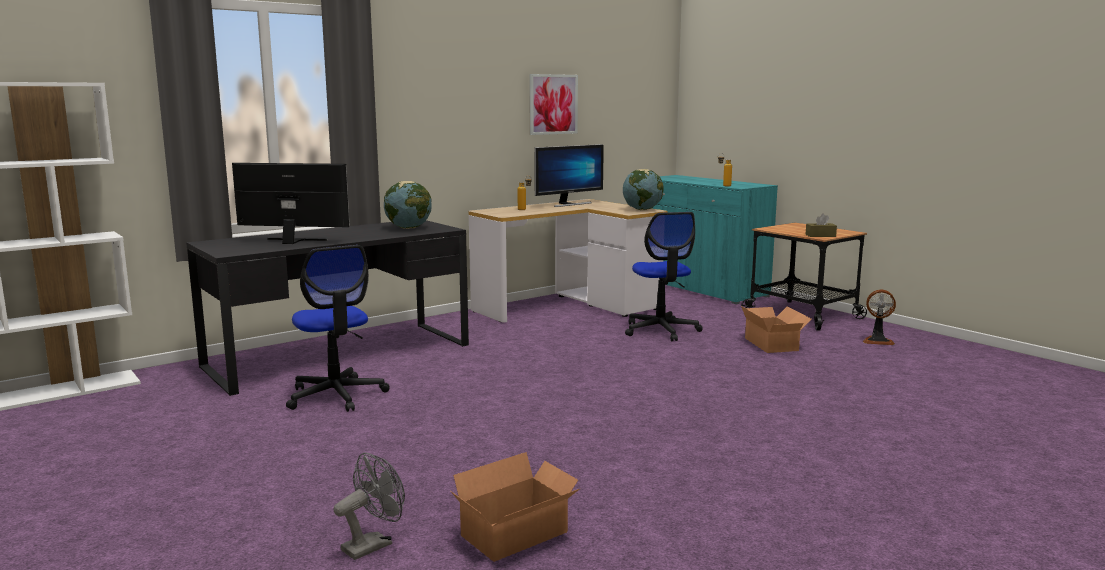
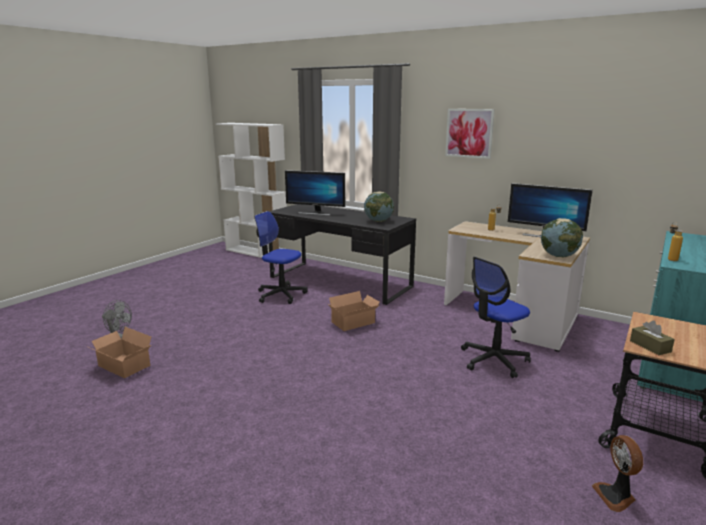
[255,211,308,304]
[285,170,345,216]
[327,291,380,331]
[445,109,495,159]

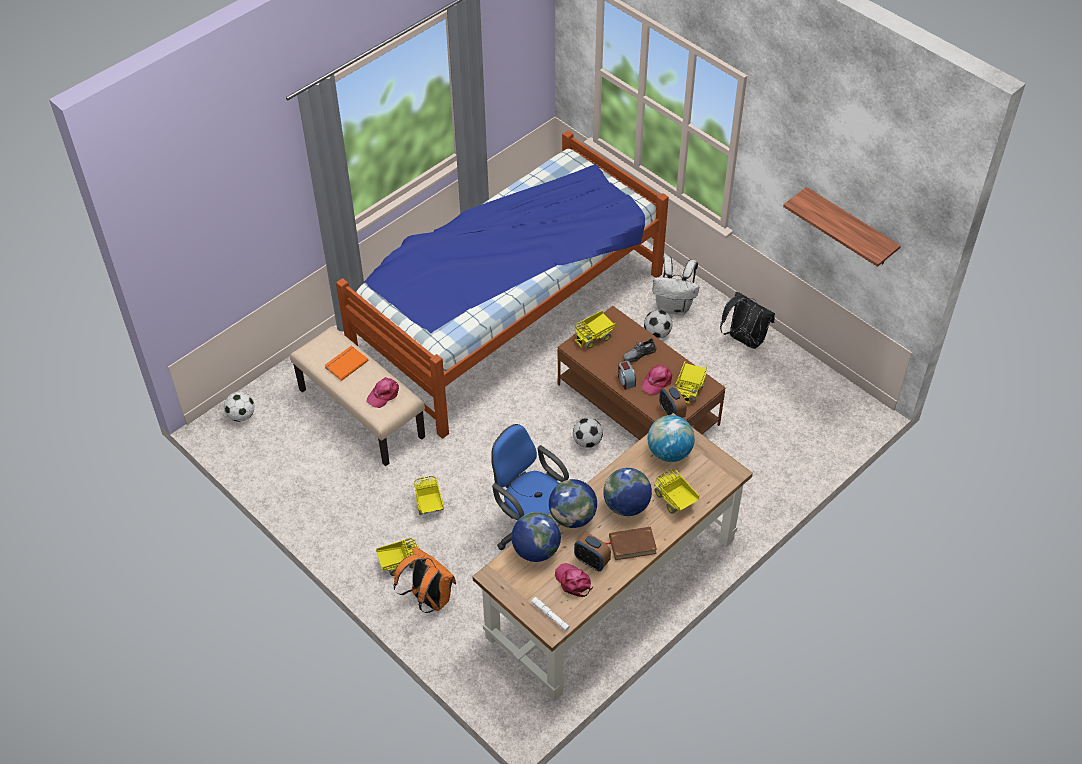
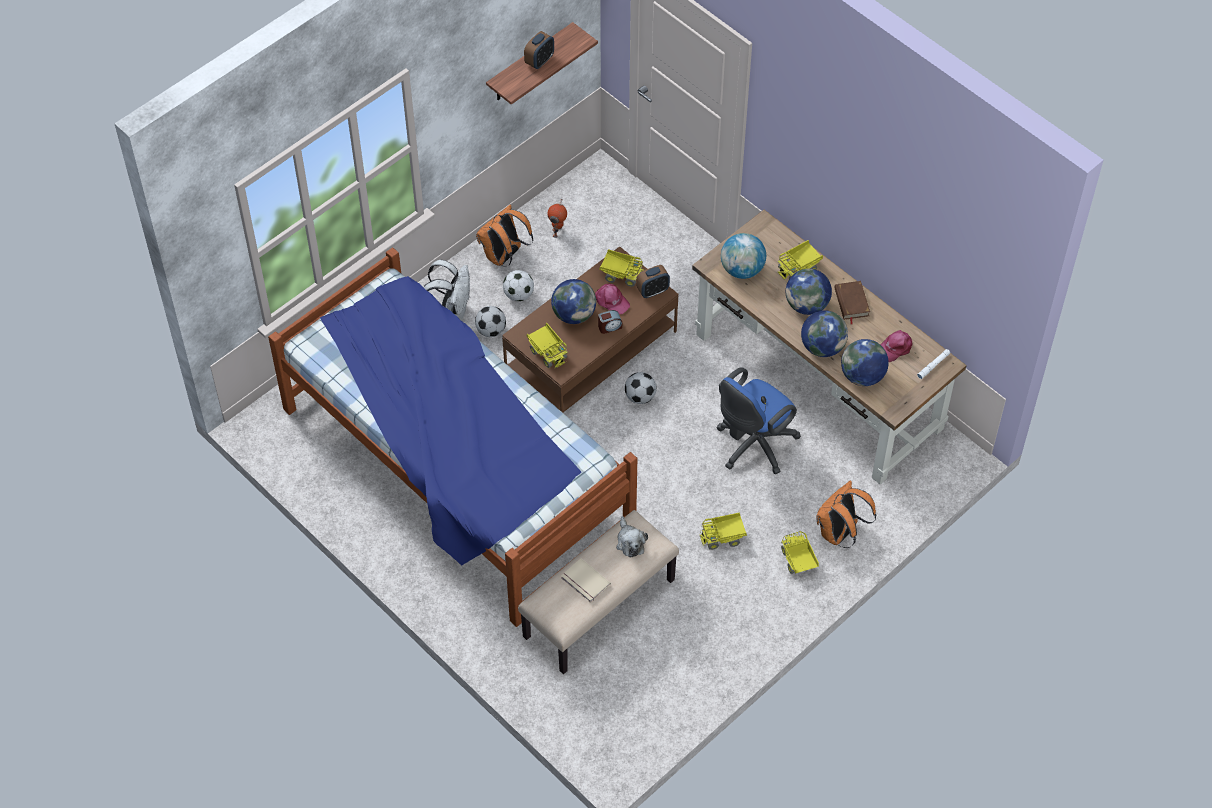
[476,205,533,267]
[503,270,534,301]
[524,31,554,69]
[548,200,567,238]
[551,279,596,324]
[561,558,611,603]
[616,516,648,558]

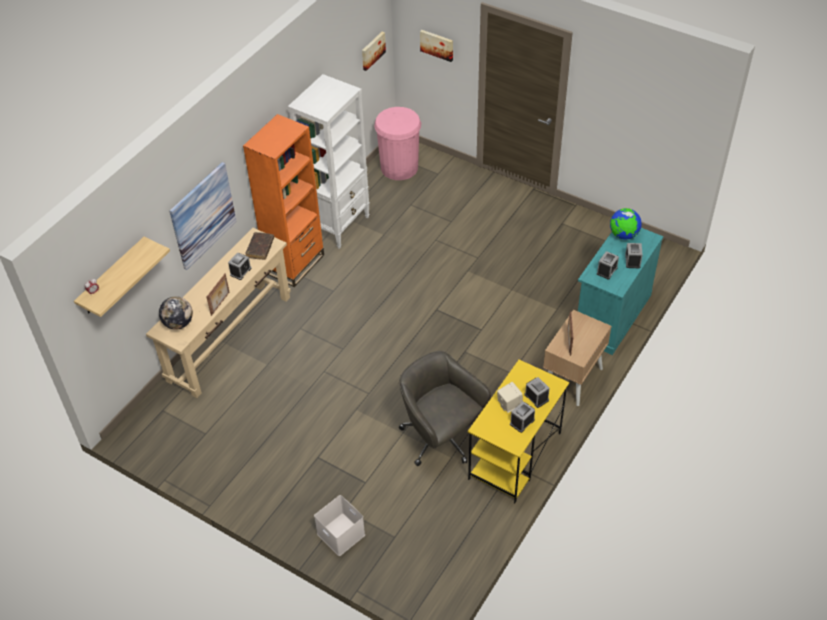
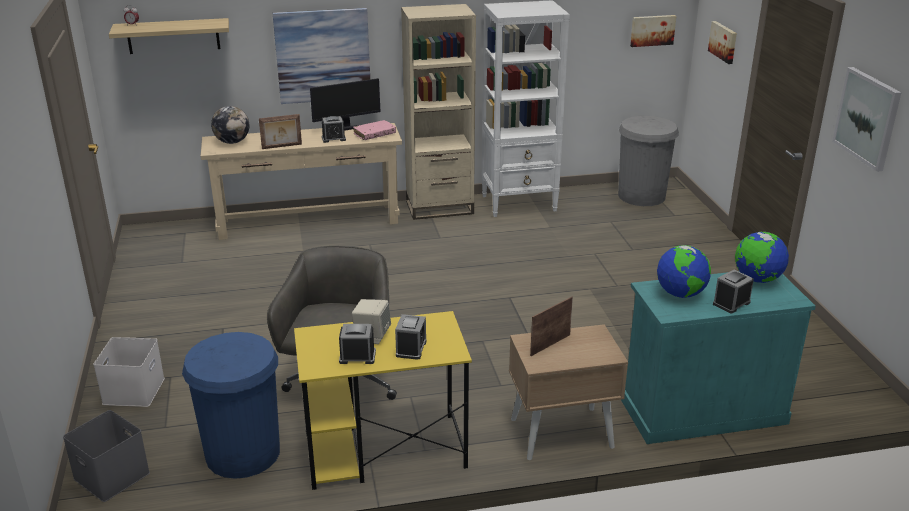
[63,410,150,502]
[182,332,280,479]
[310,78,380,131]
[353,120,396,140]
[401,4,476,220]
[618,116,679,206]
[657,245,711,298]
[832,67,902,172]

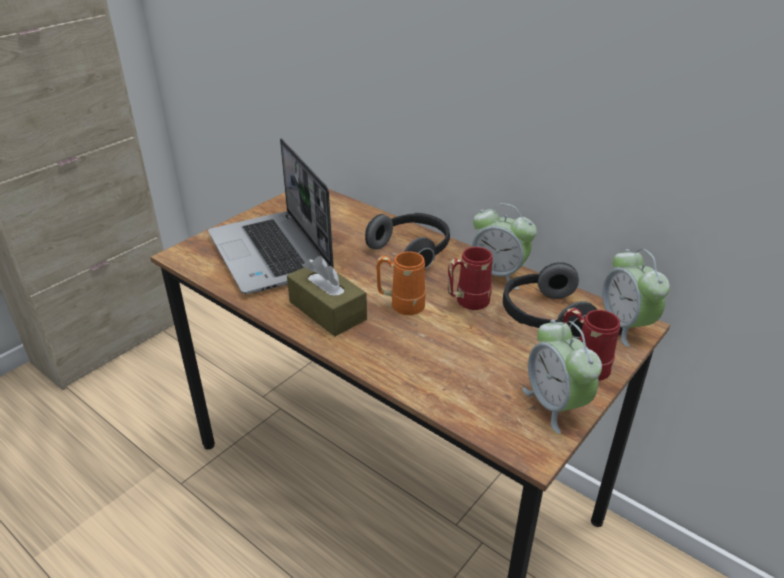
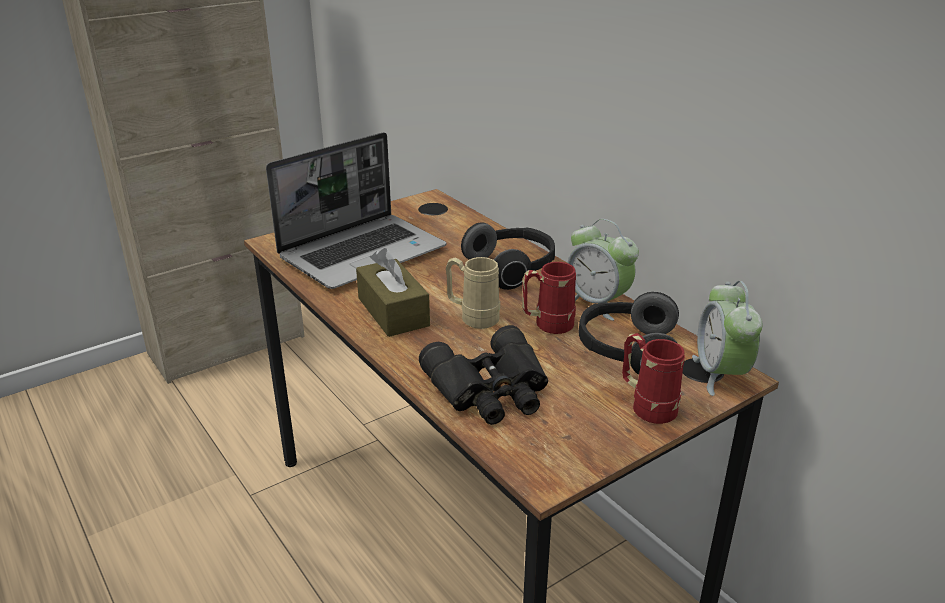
[266,132,446,289]
[419,325,548,425]
[446,257,500,329]
[522,319,602,434] (first image)

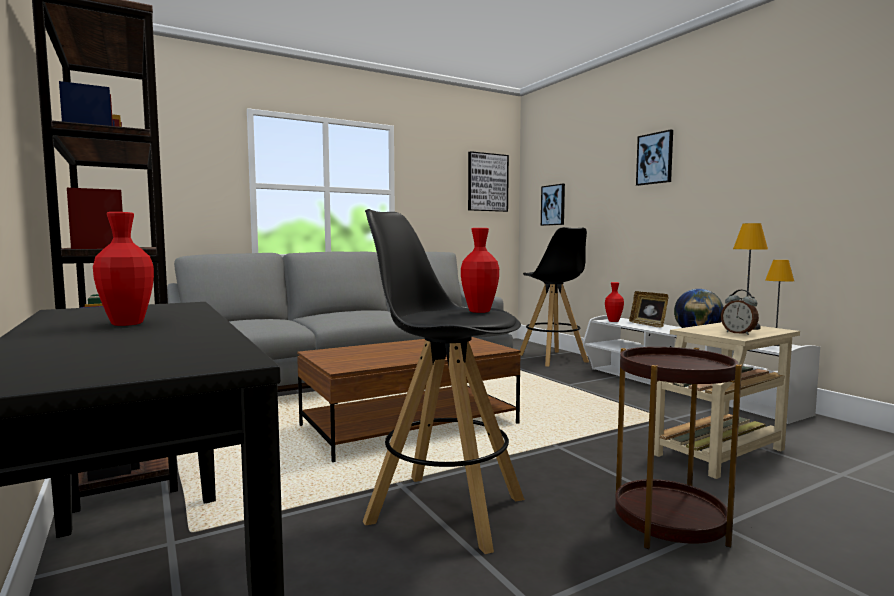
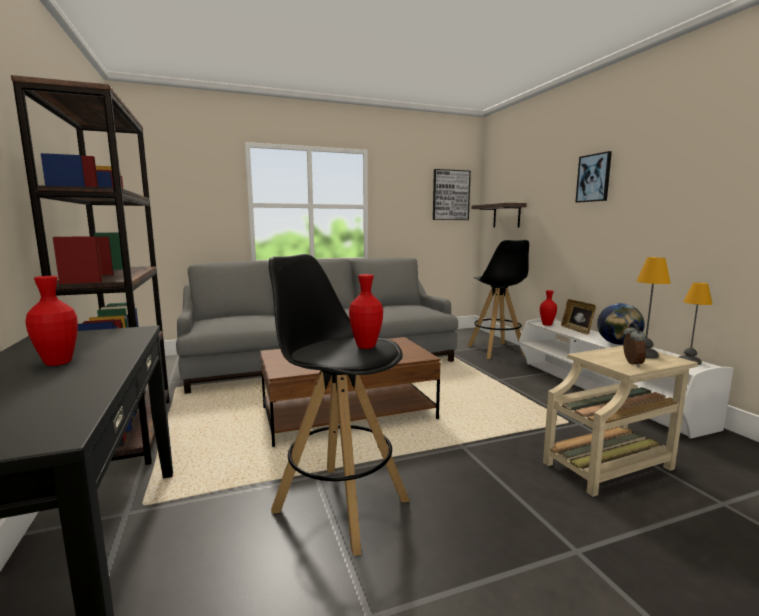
[472,203,527,228]
[623,323,646,367]
[615,347,742,549] (first image)

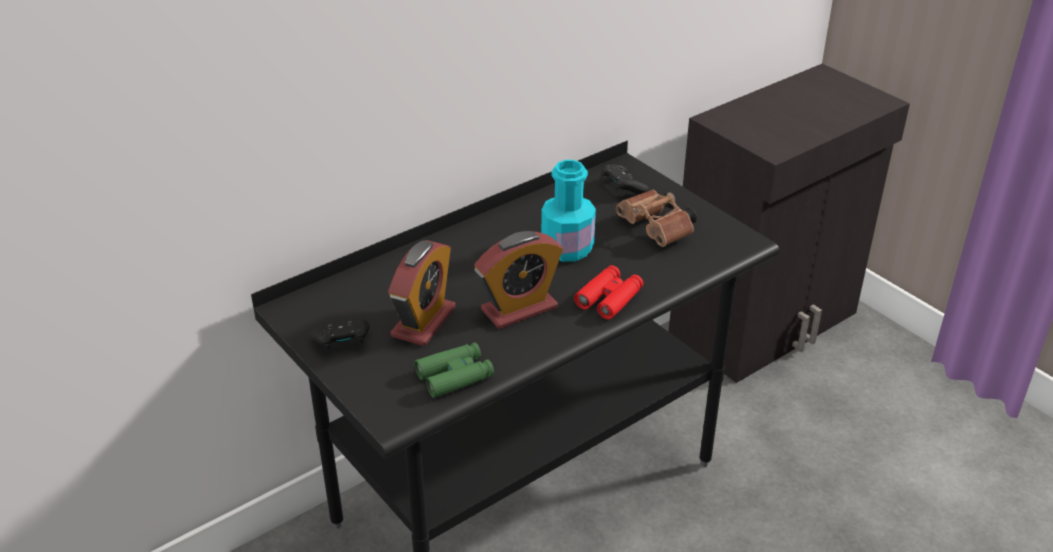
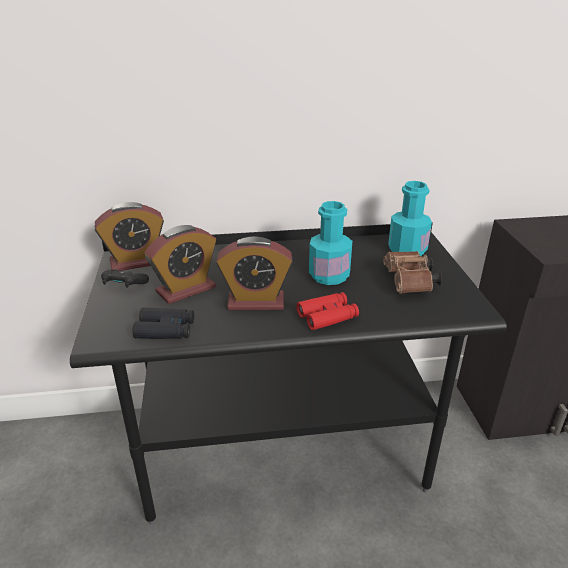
[94,202,164,271]
[132,307,194,339]
[388,181,432,256]

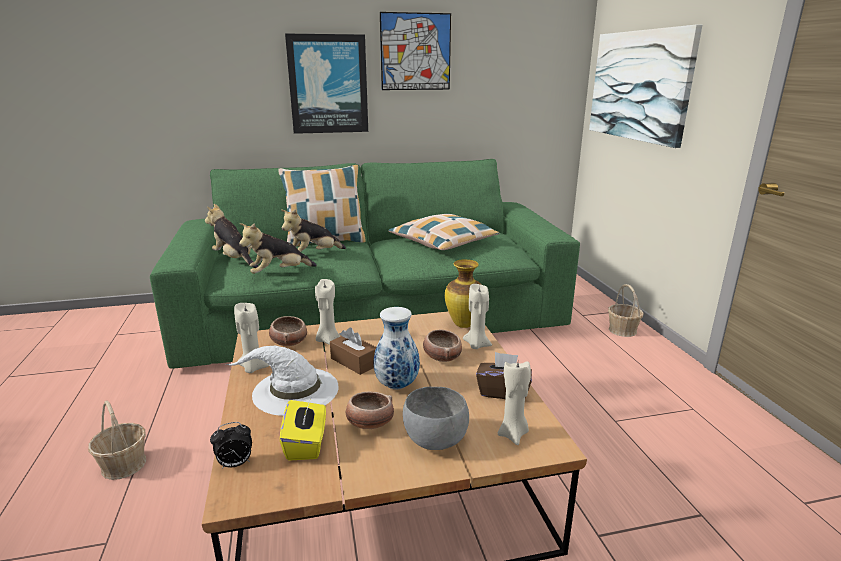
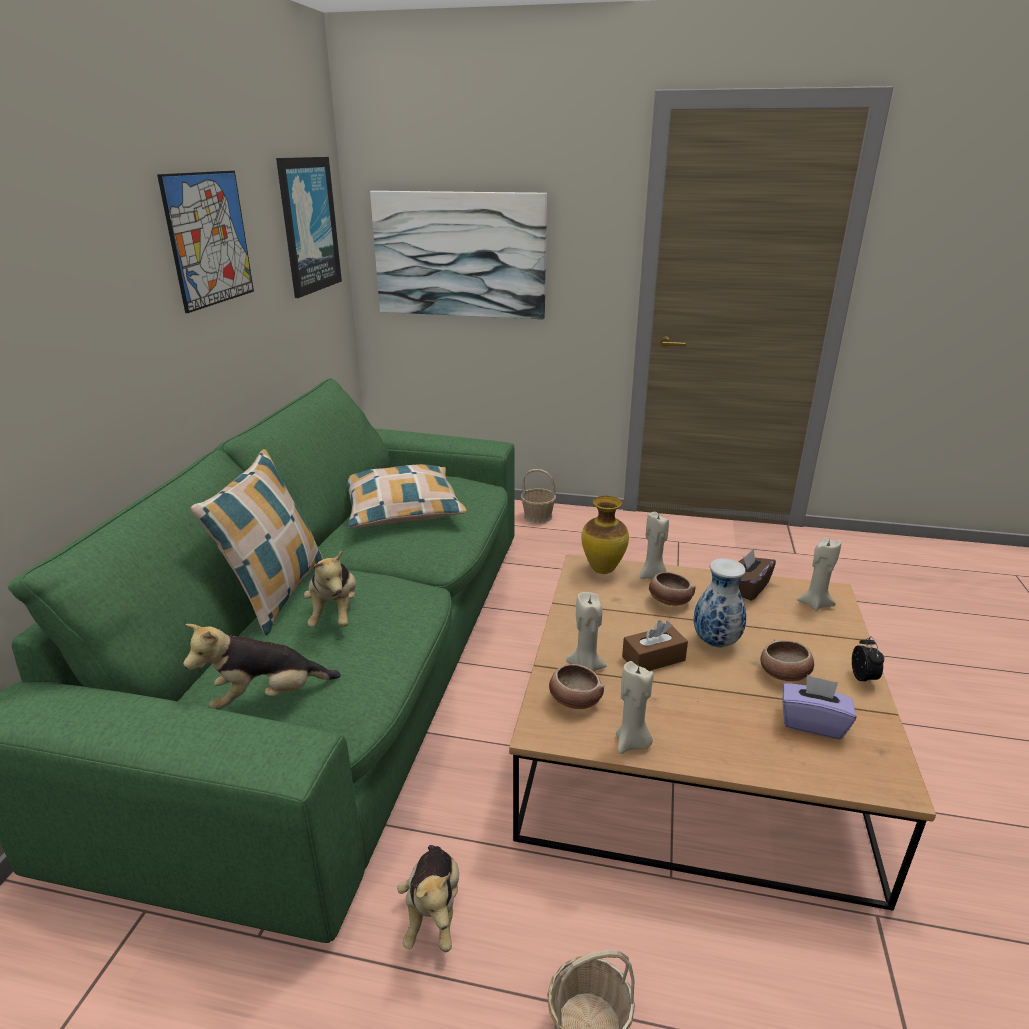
[276,157,342,298]
[397,845,459,952]
[782,675,856,739]
[852,636,884,687]
[226,346,339,416] (first image)
[403,387,469,450] (first image)

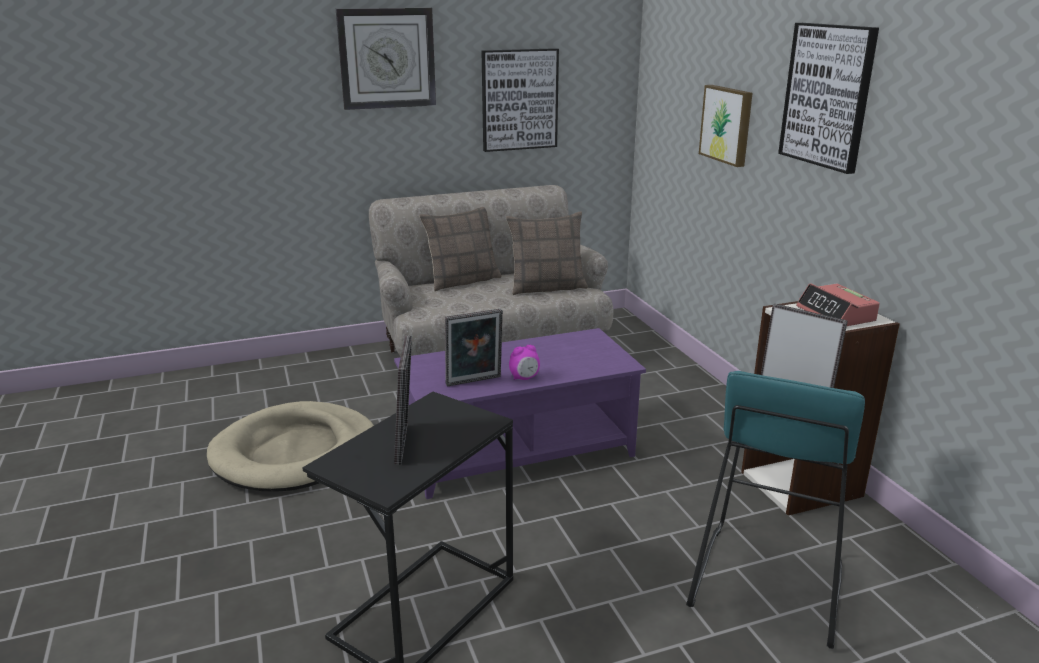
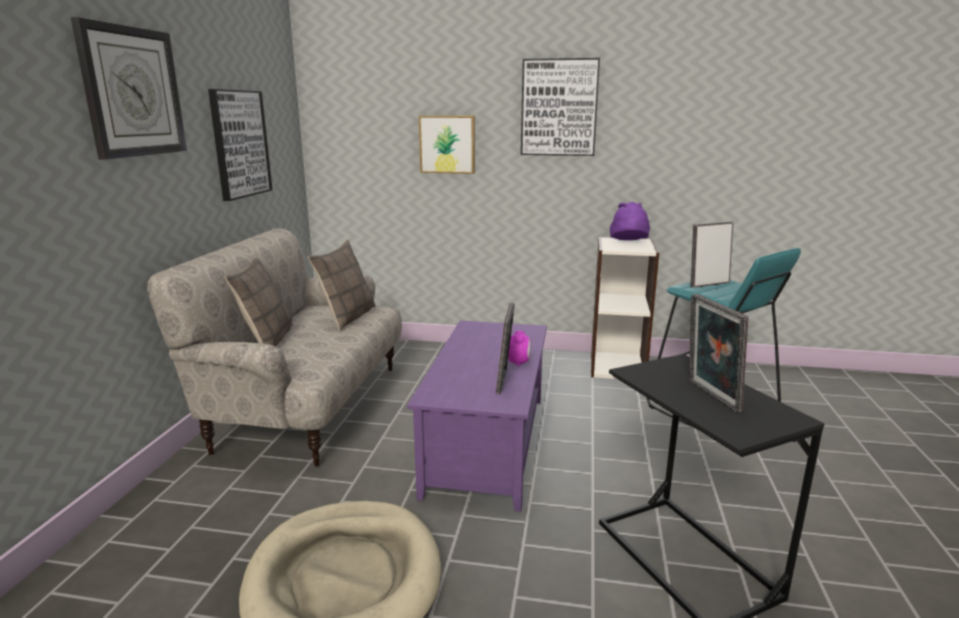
[610,202,650,240]
[689,294,748,413]

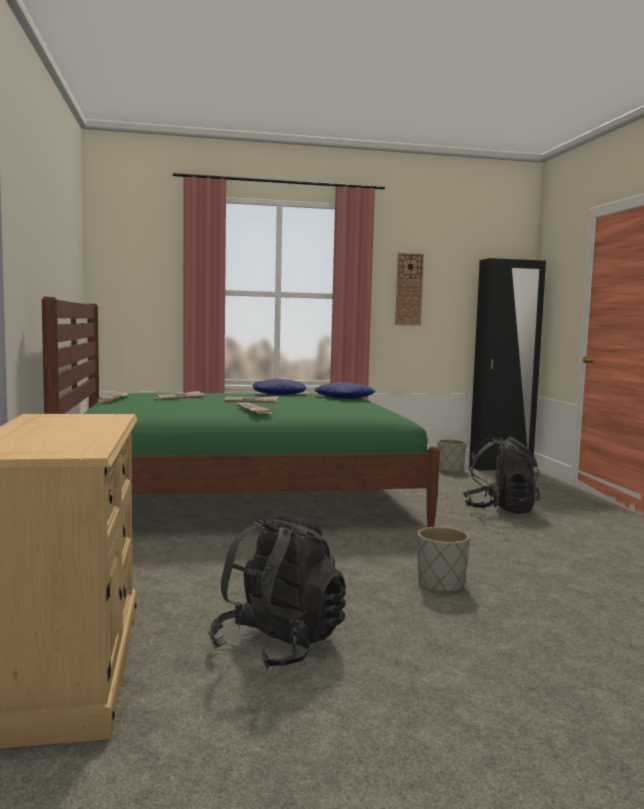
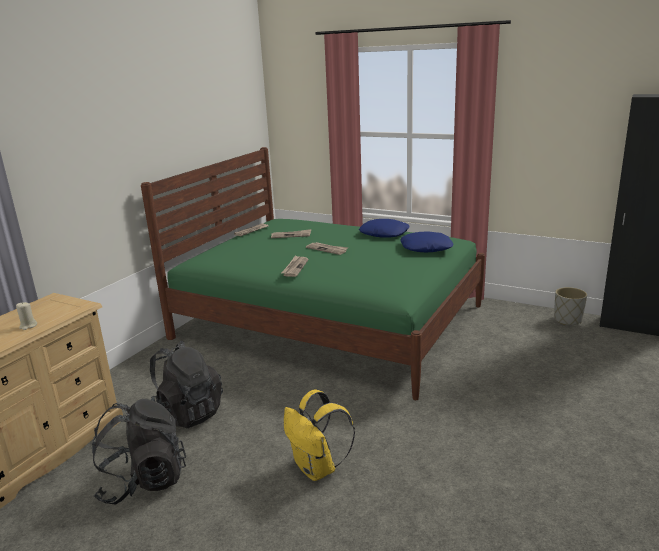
[16,302,37,330]
[150,341,223,428]
[284,389,355,481]
[395,253,424,326] (first image)

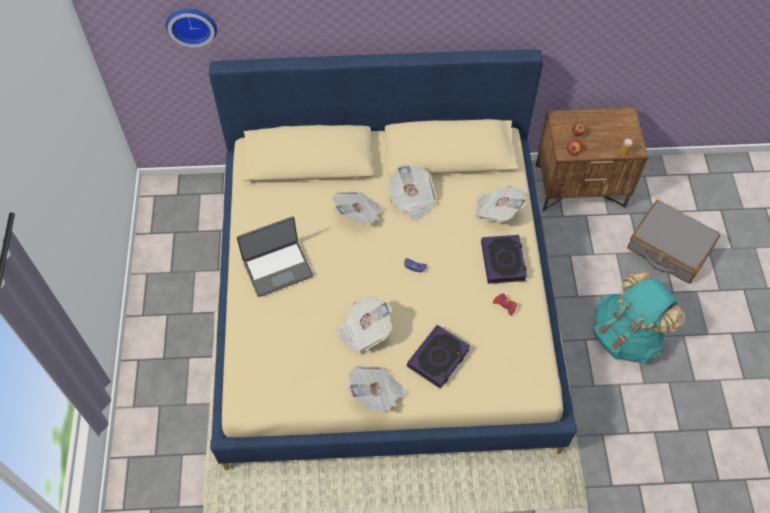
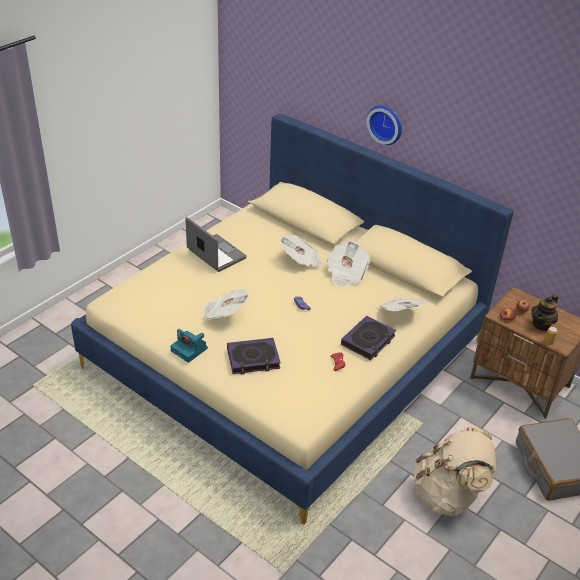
[171,329,208,363]
[185,217,247,272]
[367,105,402,145]
[414,427,496,516]
[532,294,558,331]

